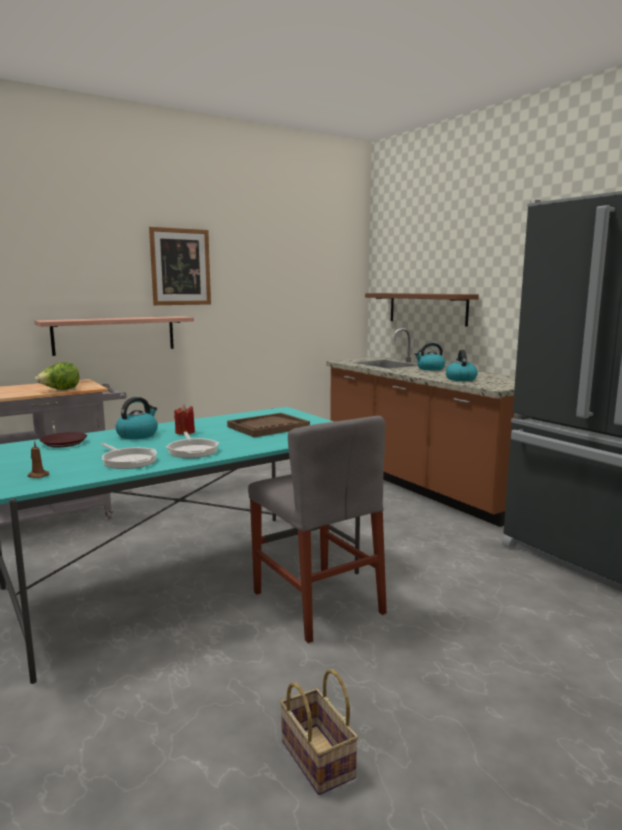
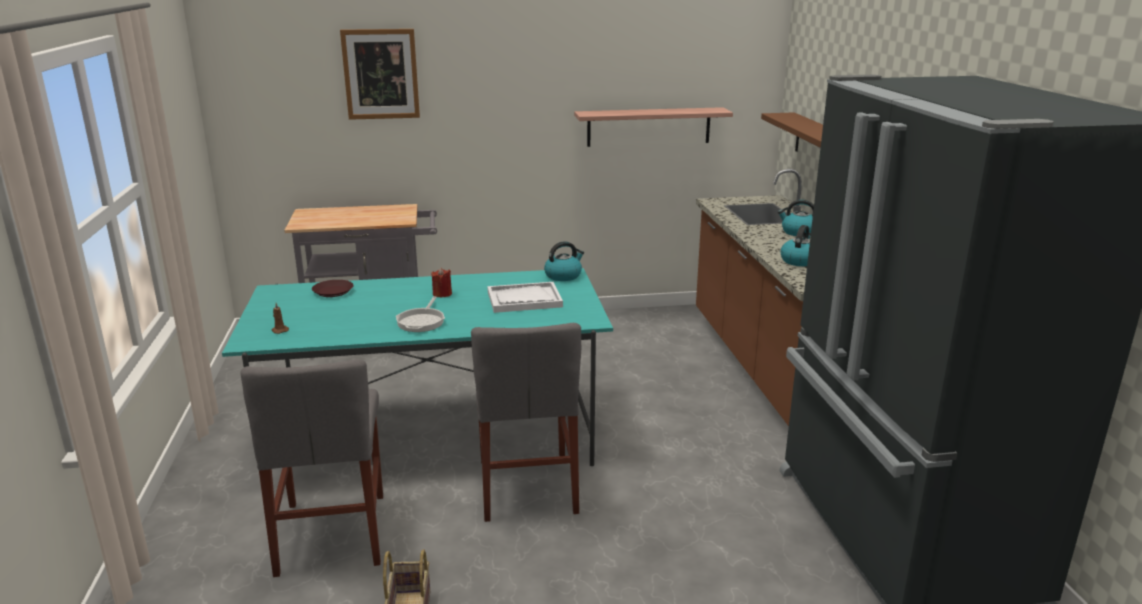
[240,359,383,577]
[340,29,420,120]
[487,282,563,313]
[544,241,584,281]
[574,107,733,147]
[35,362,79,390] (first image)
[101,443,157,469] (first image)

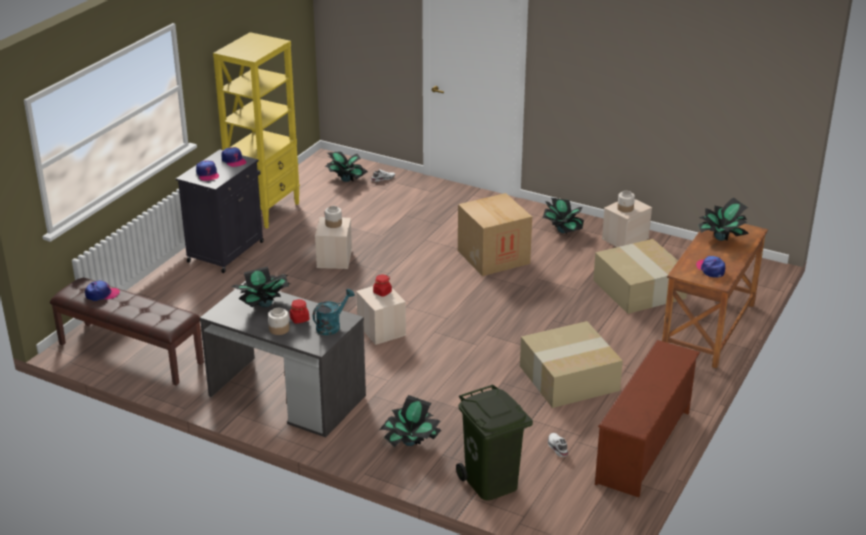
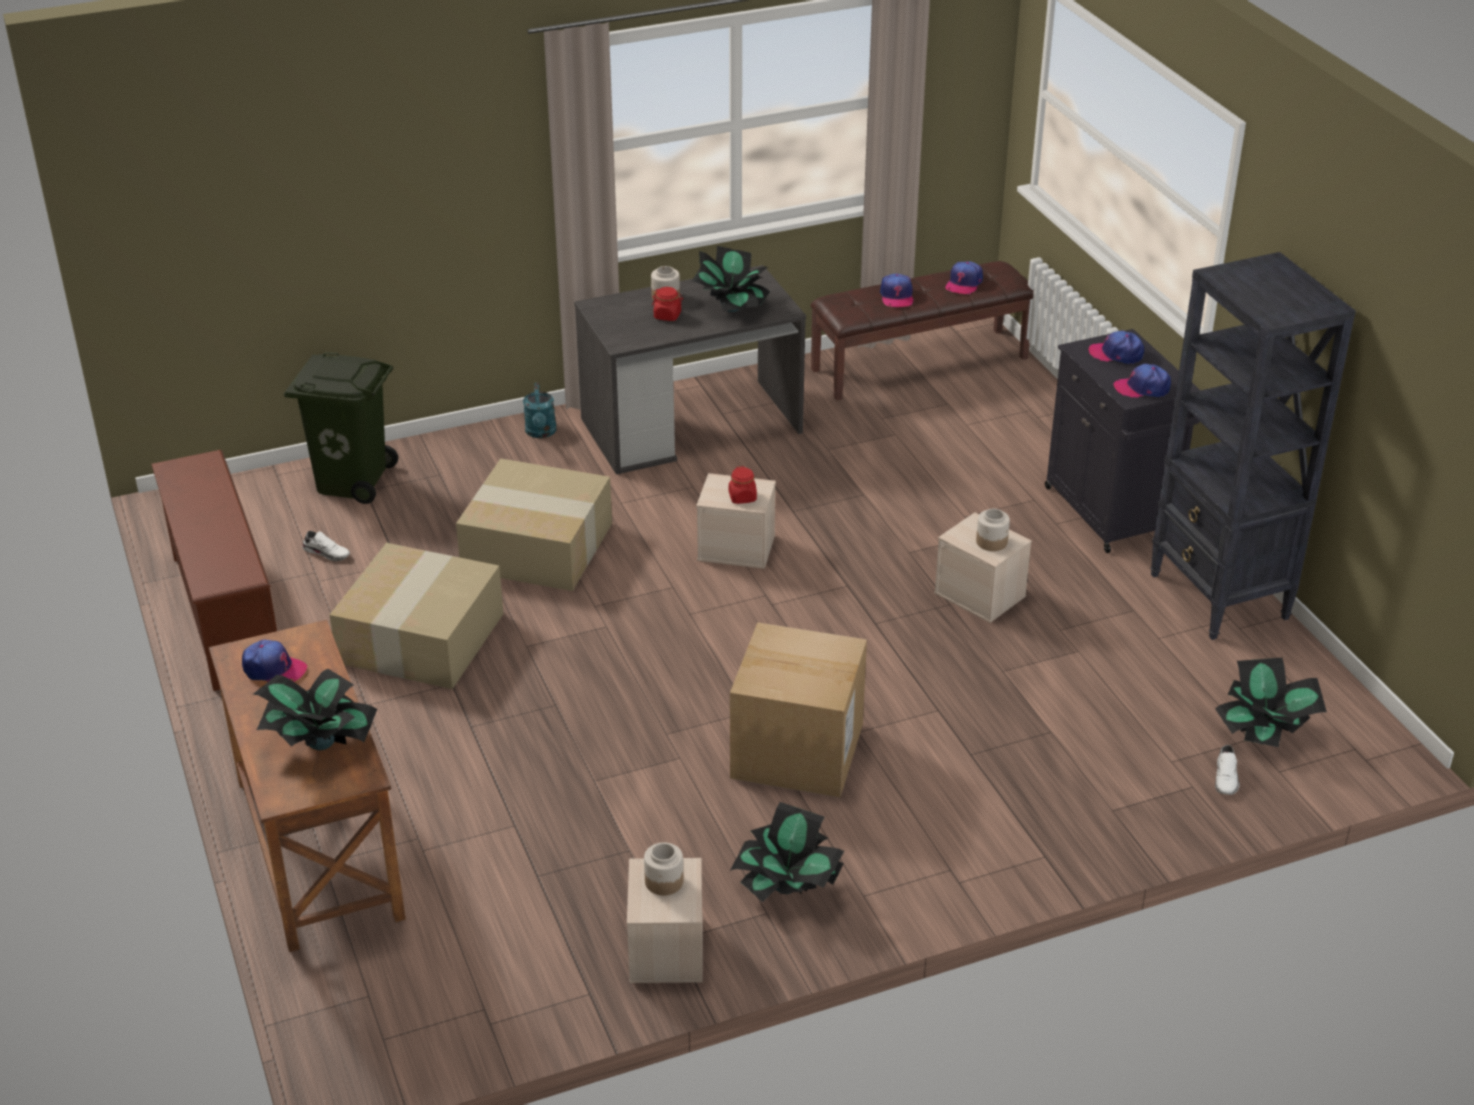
[456,458,612,591]
[523,383,556,438]
[880,274,913,307]
[1150,252,1356,640]
[379,395,441,447] (first image)

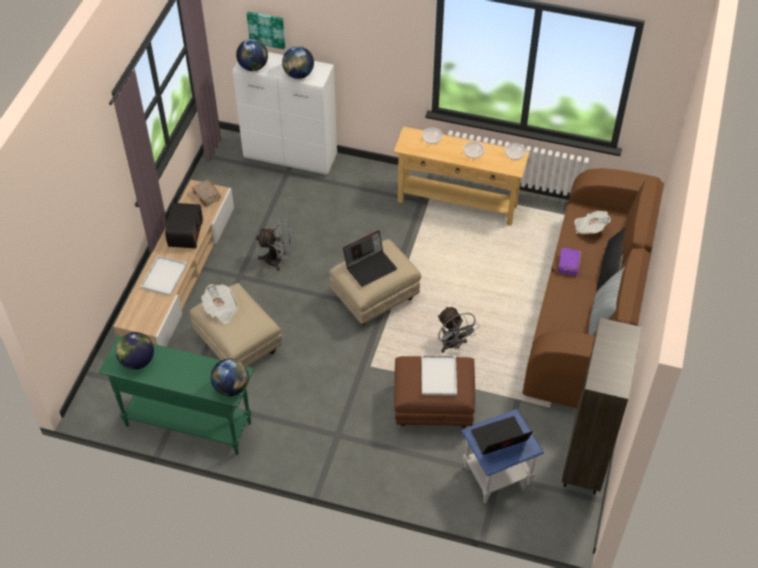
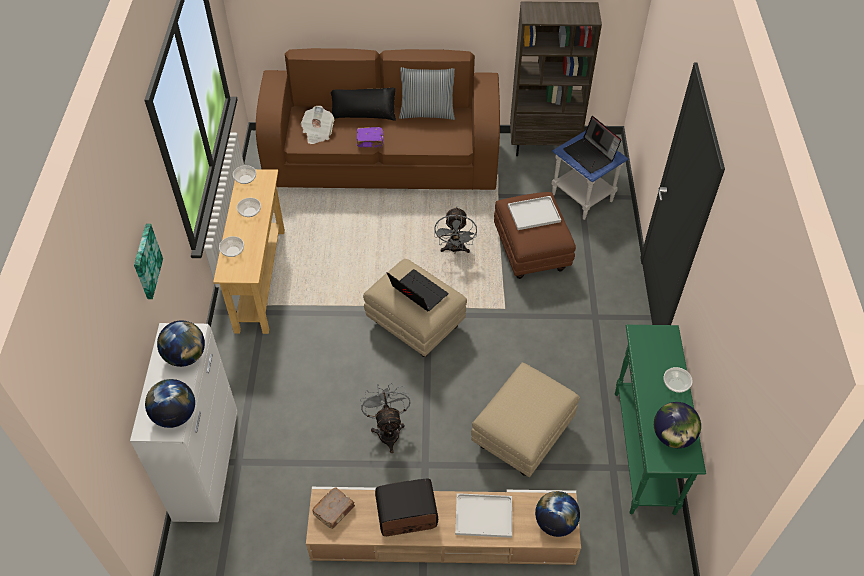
[134,224,163,299]
[434,206,477,253]
[535,491,580,537]
[663,367,692,393]
[201,284,239,324] (first image)

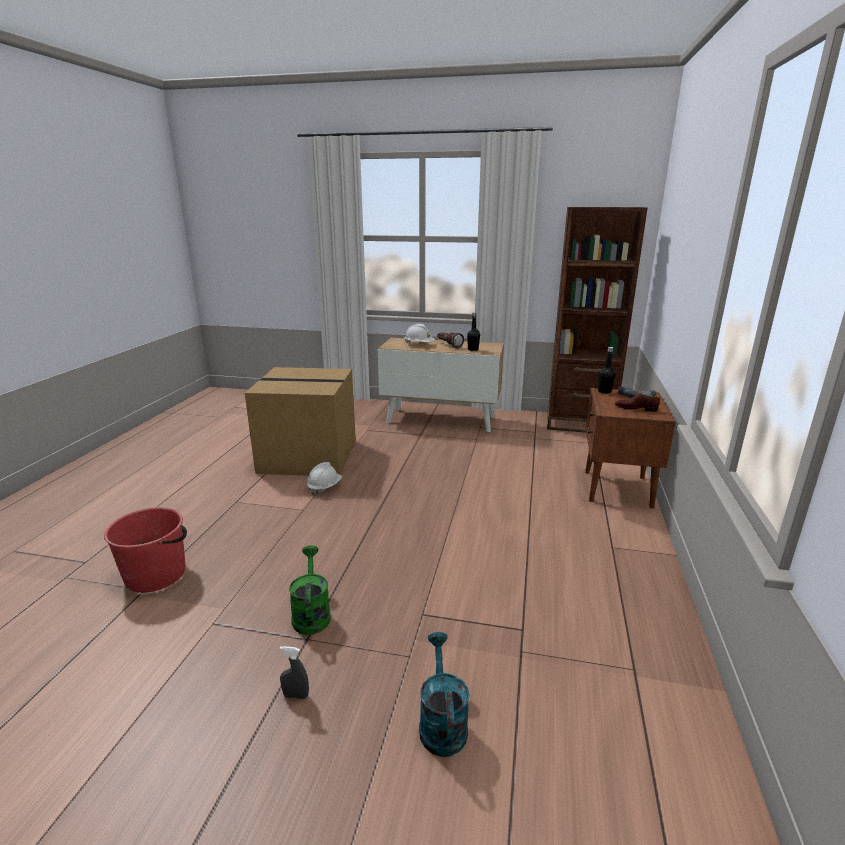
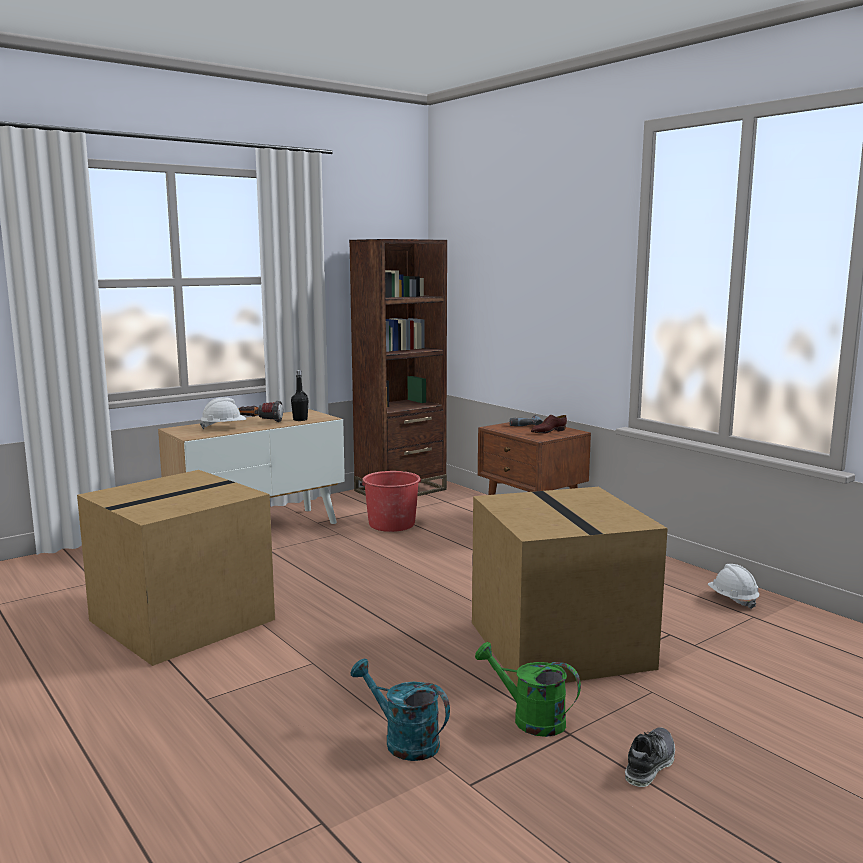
[350,658,450,761]
[360,471,422,532]
[472,487,668,686]
[625,727,675,787]
[708,564,759,609]
[598,347,615,394] (first image)

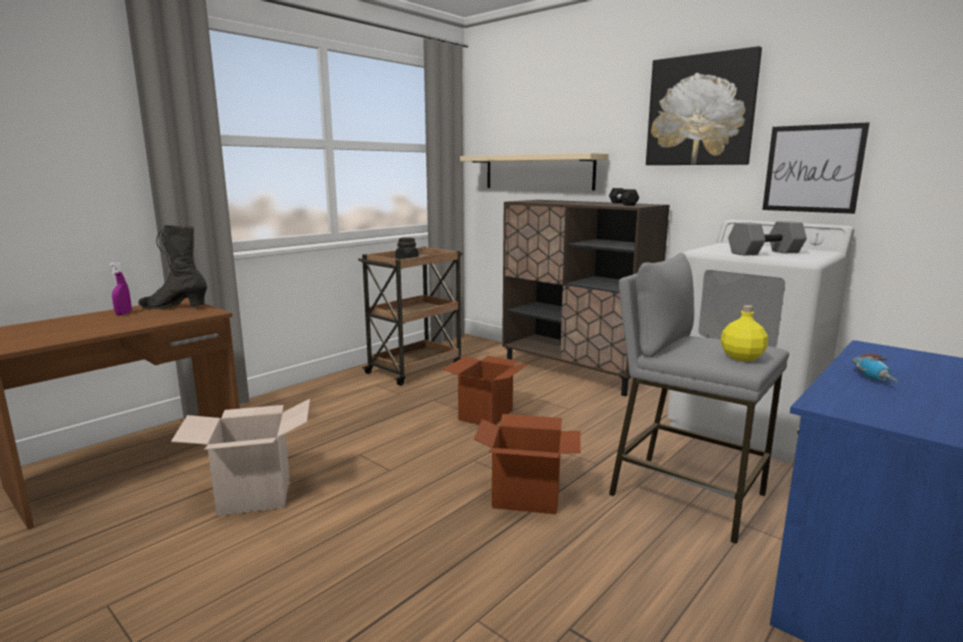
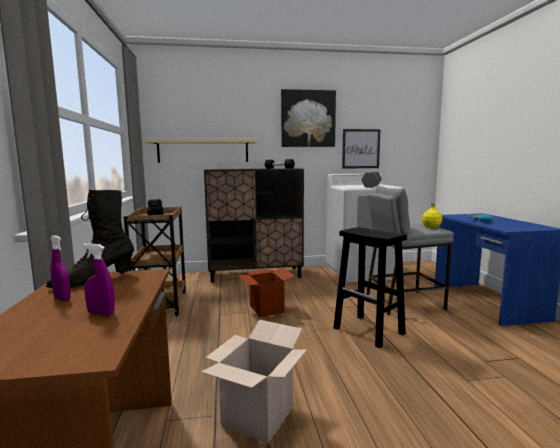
[84,243,115,316]
[334,227,407,348]

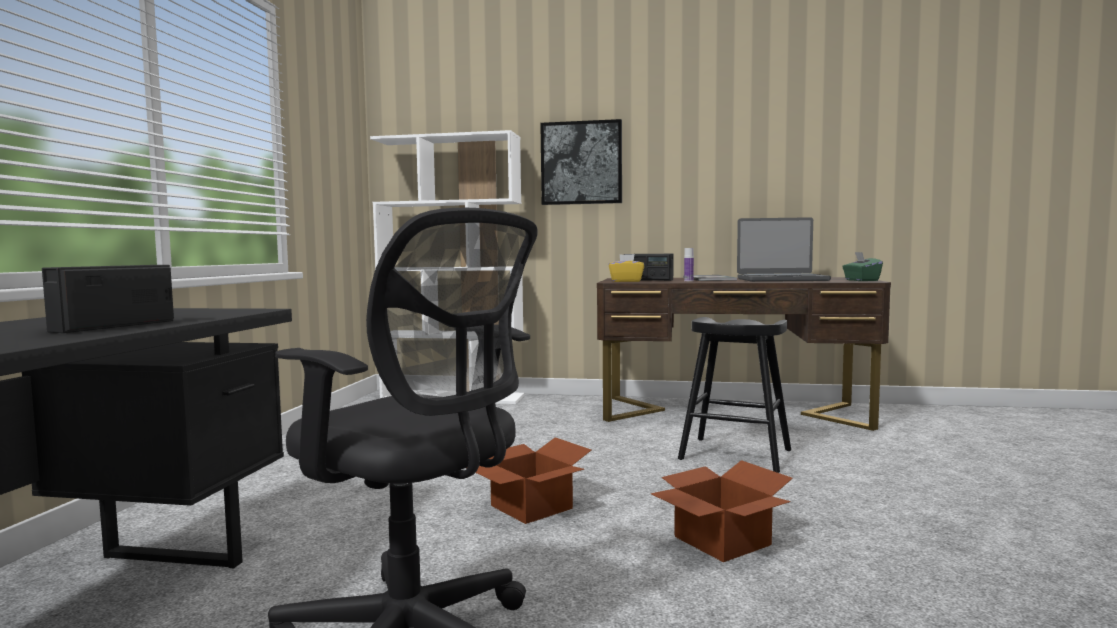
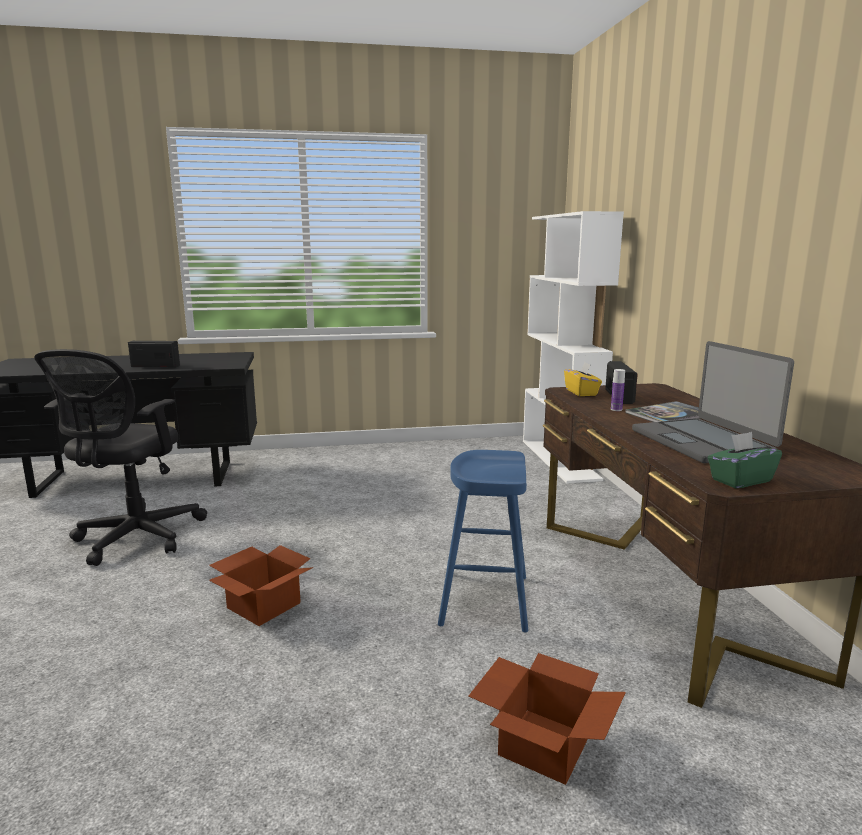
[438,450,528,633]
[468,653,626,785]
[540,119,622,205] (first image)

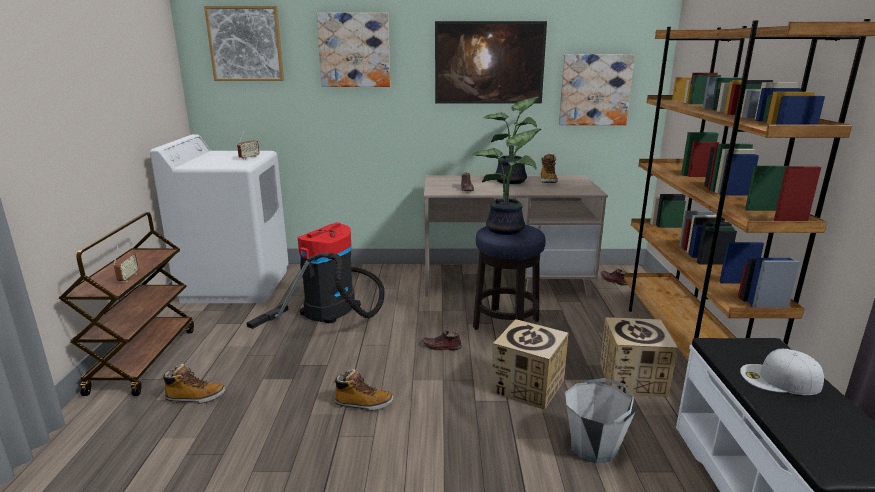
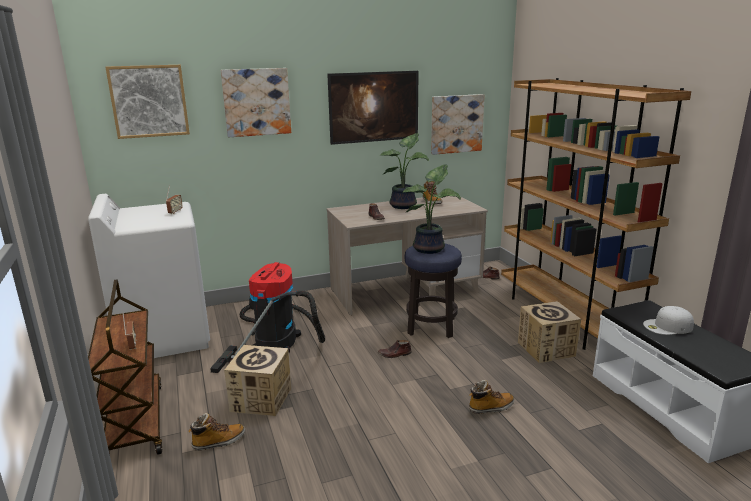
[224,345,291,416]
[469,380,514,414]
[565,378,636,463] (first image)

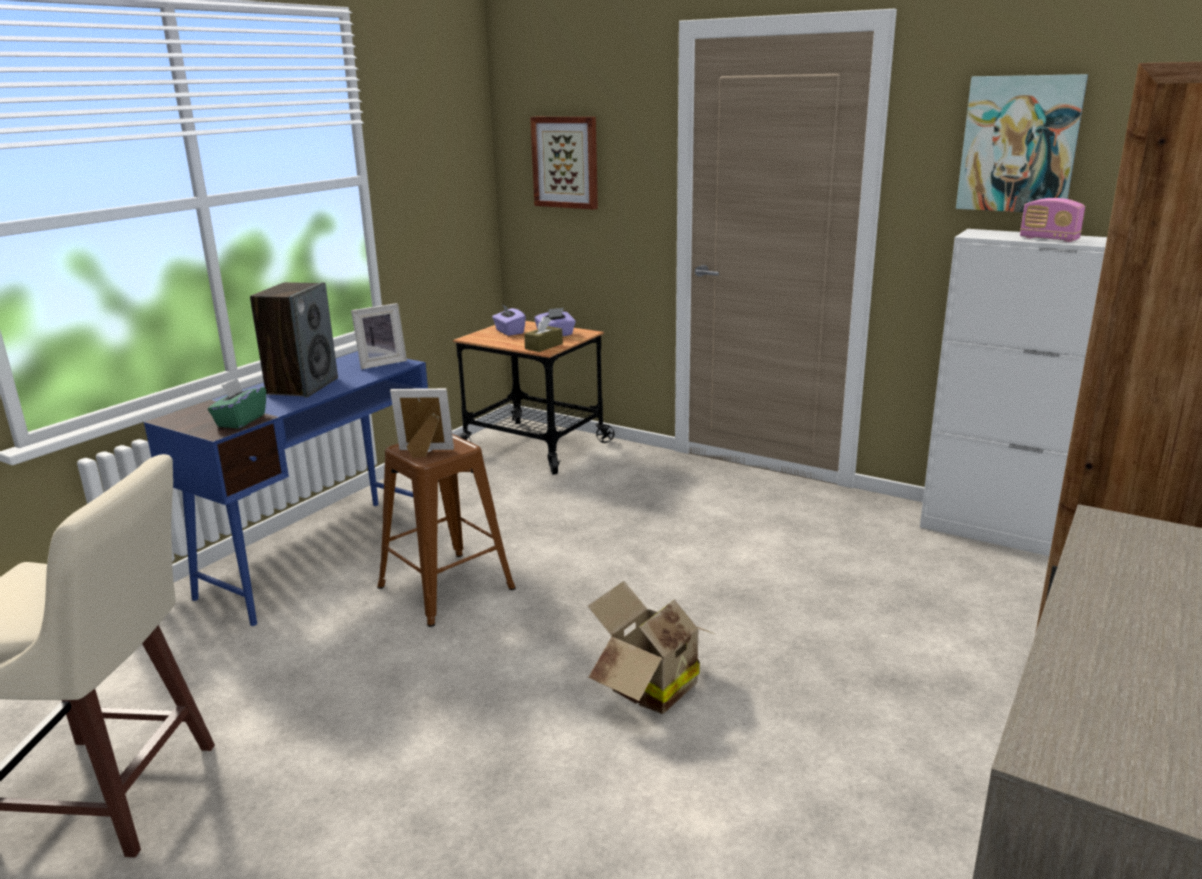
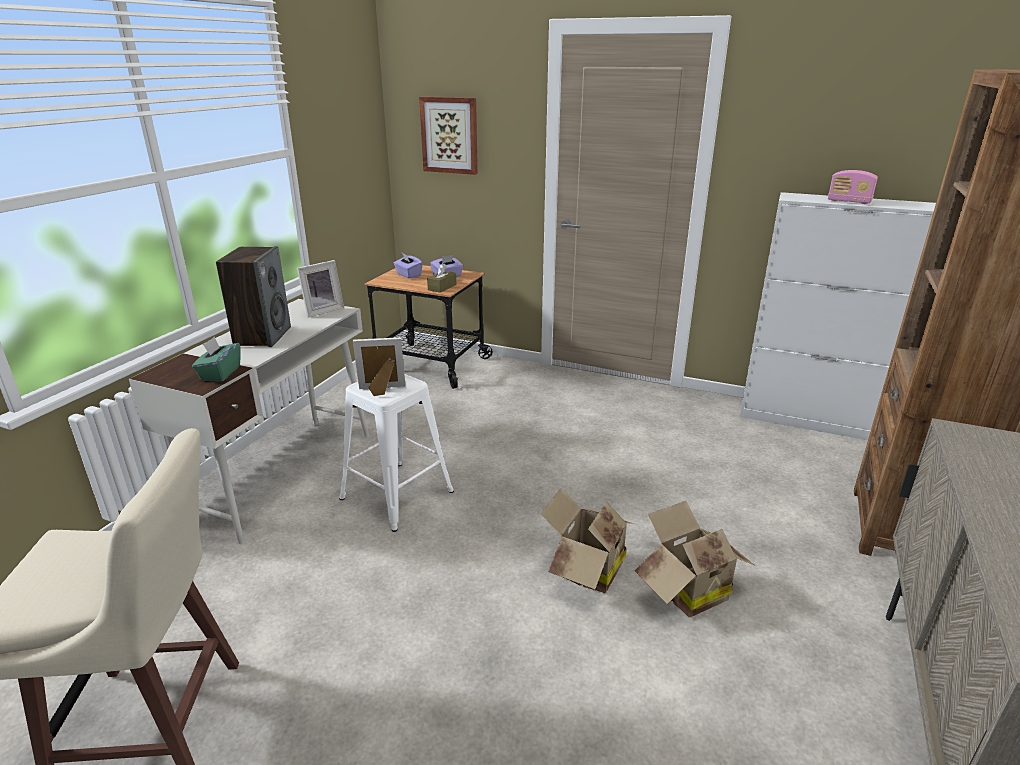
[129,299,369,544]
[339,374,454,532]
[634,501,754,617]
[956,74,1088,212] (first image)

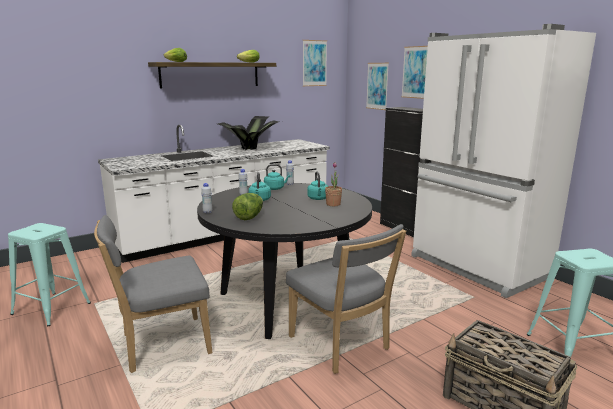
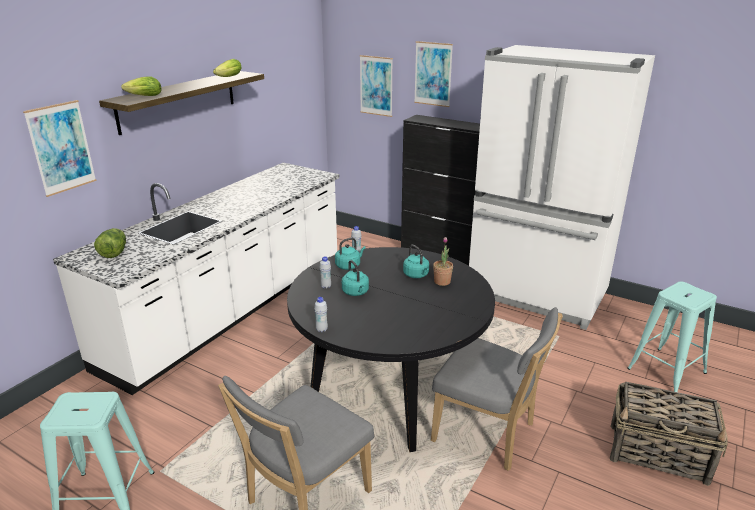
[23,100,96,197]
[94,228,126,258]
[218,116,279,150] (first image)

